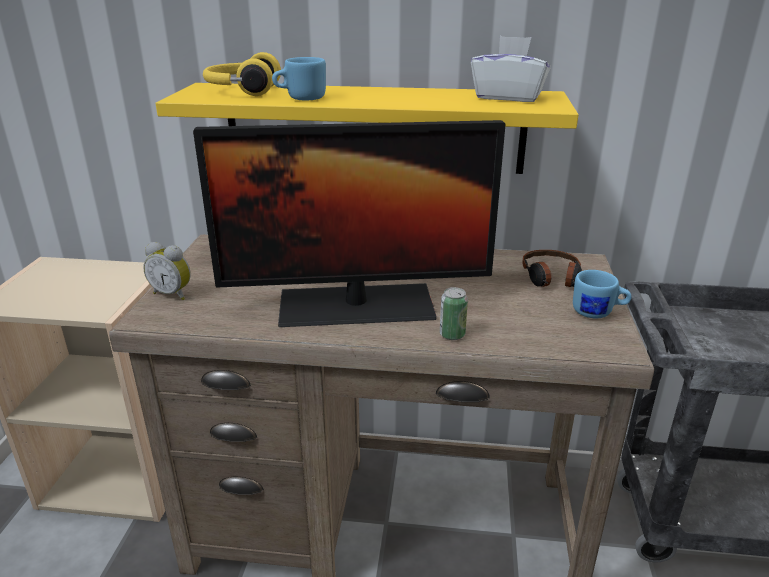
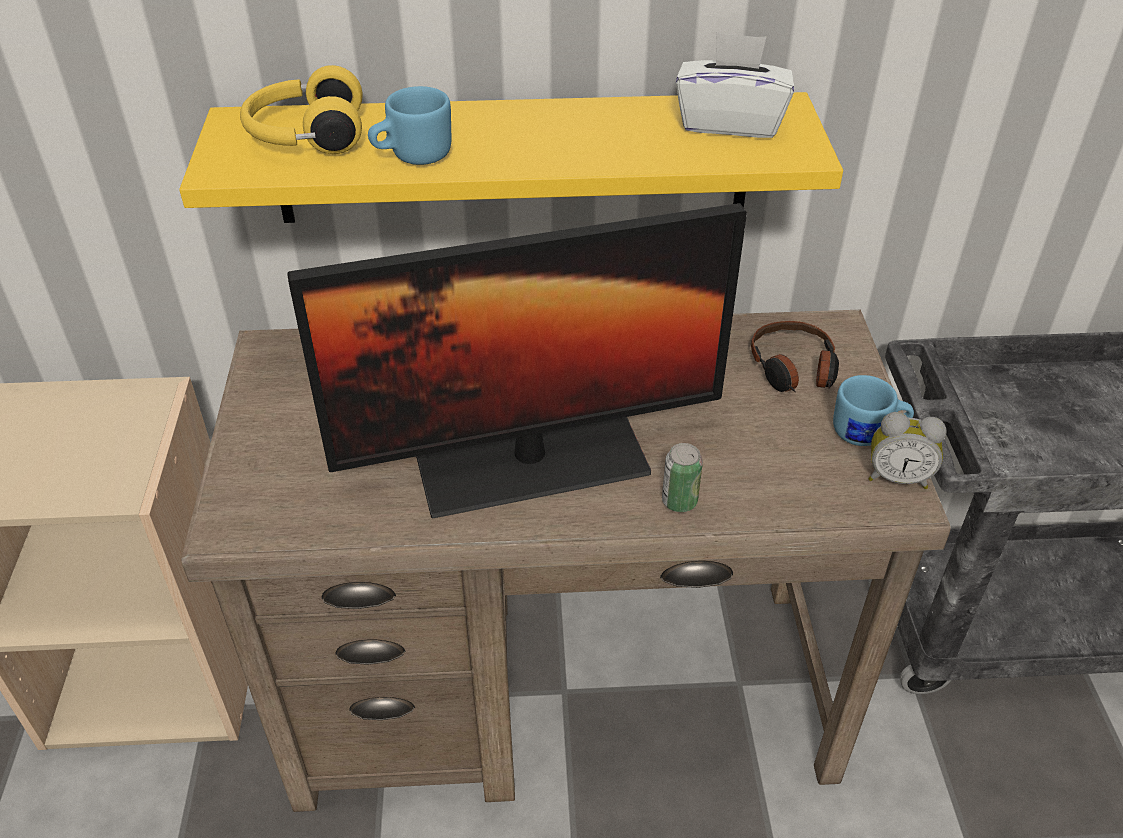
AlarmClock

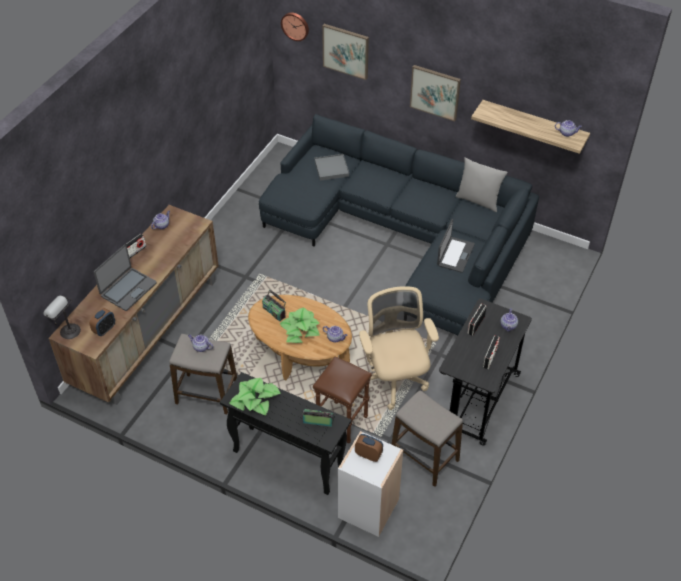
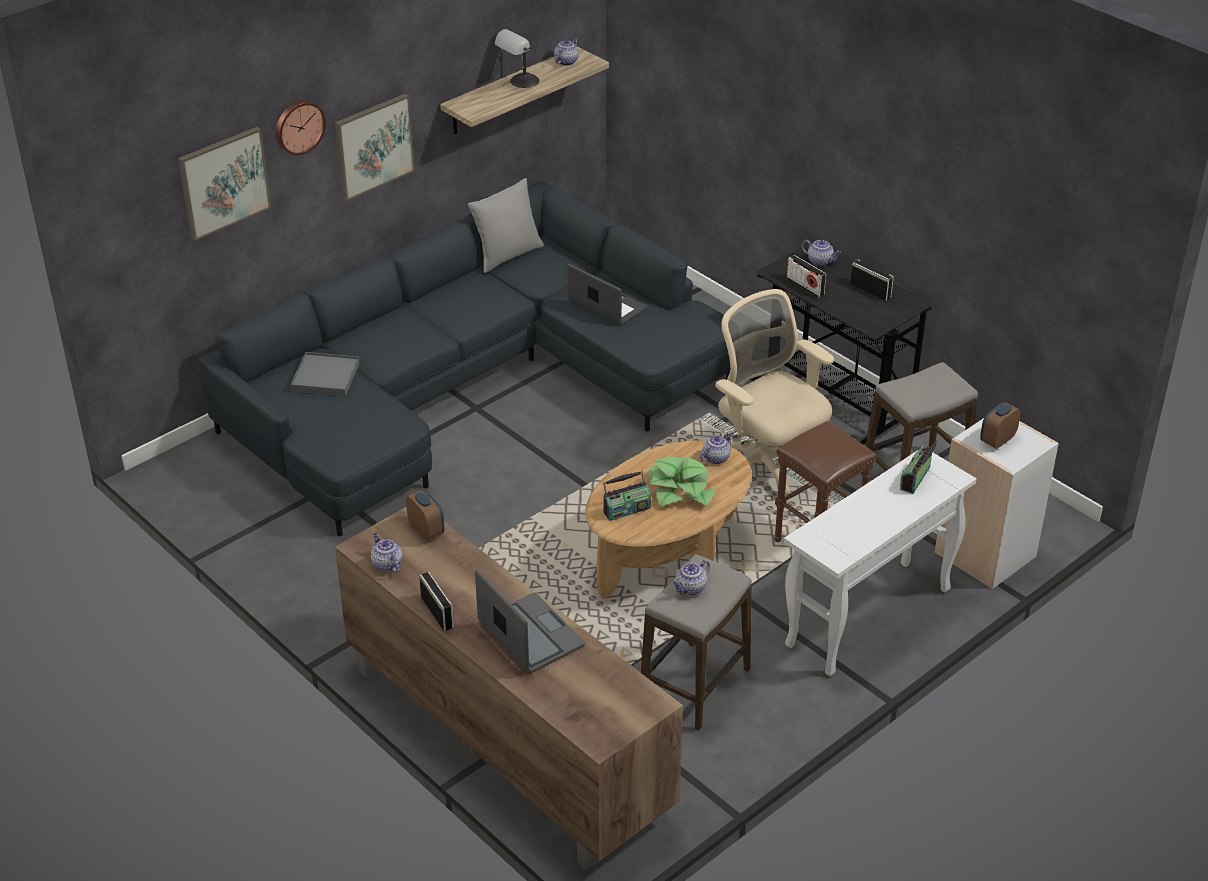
WallClock; BeigeOfficeChair; TableLamp; AlarmClock (1st from left); WhiteConsoleTable; PottedPlant (1st from left in the first image)

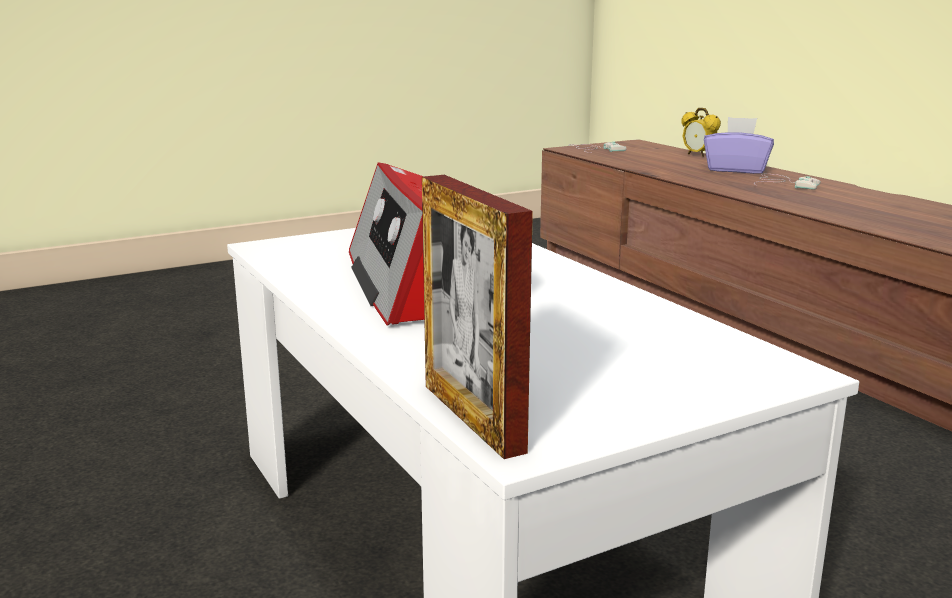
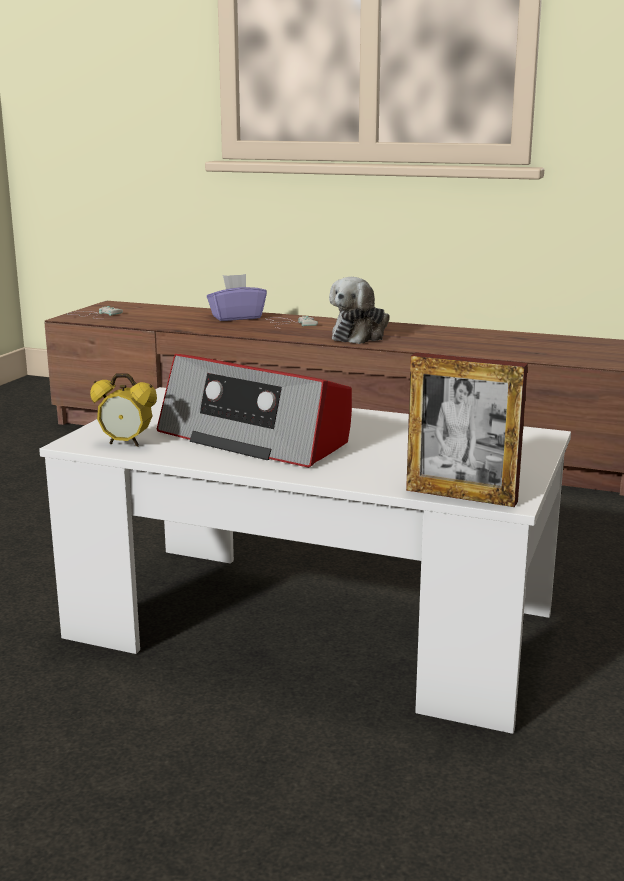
AlarmClock; PlushToy

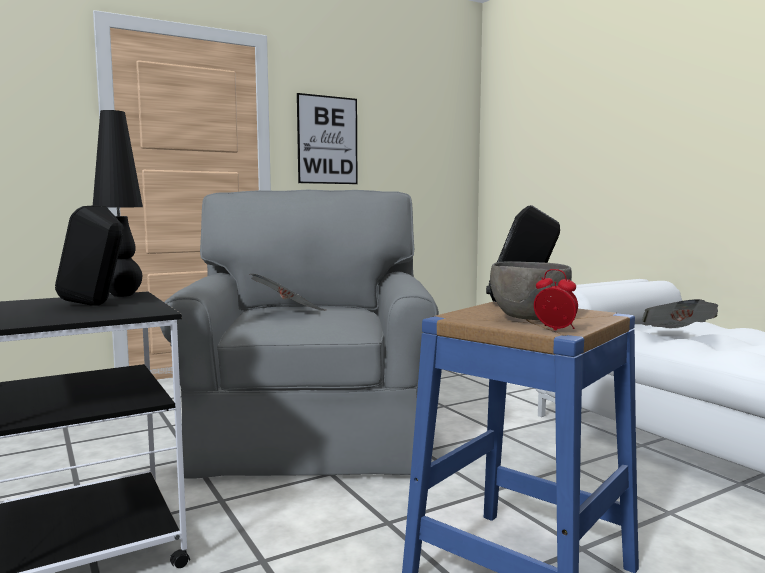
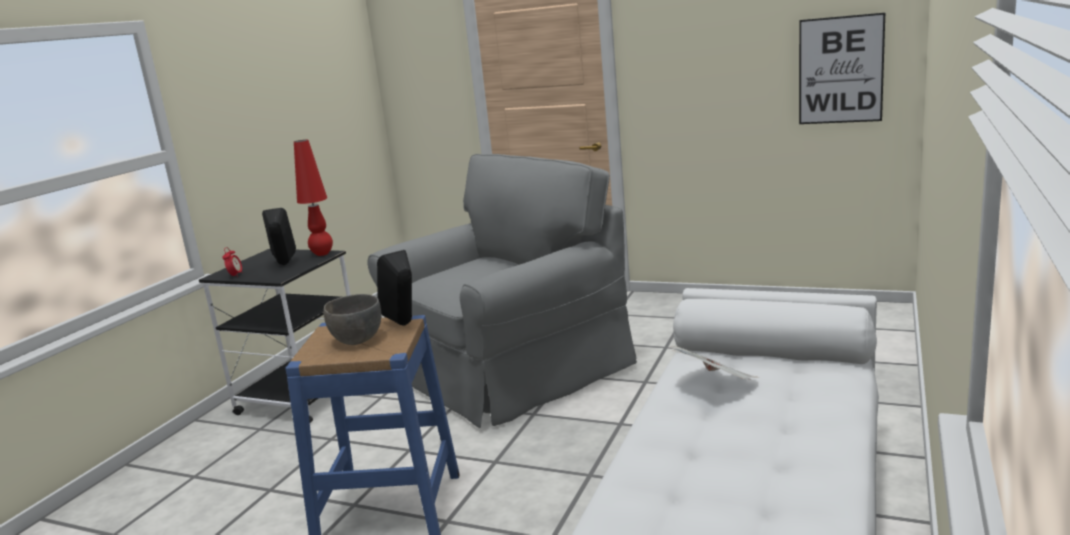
Picture; RedTableLamp; AlarmClock; Newspaper (1st from left in the first image)

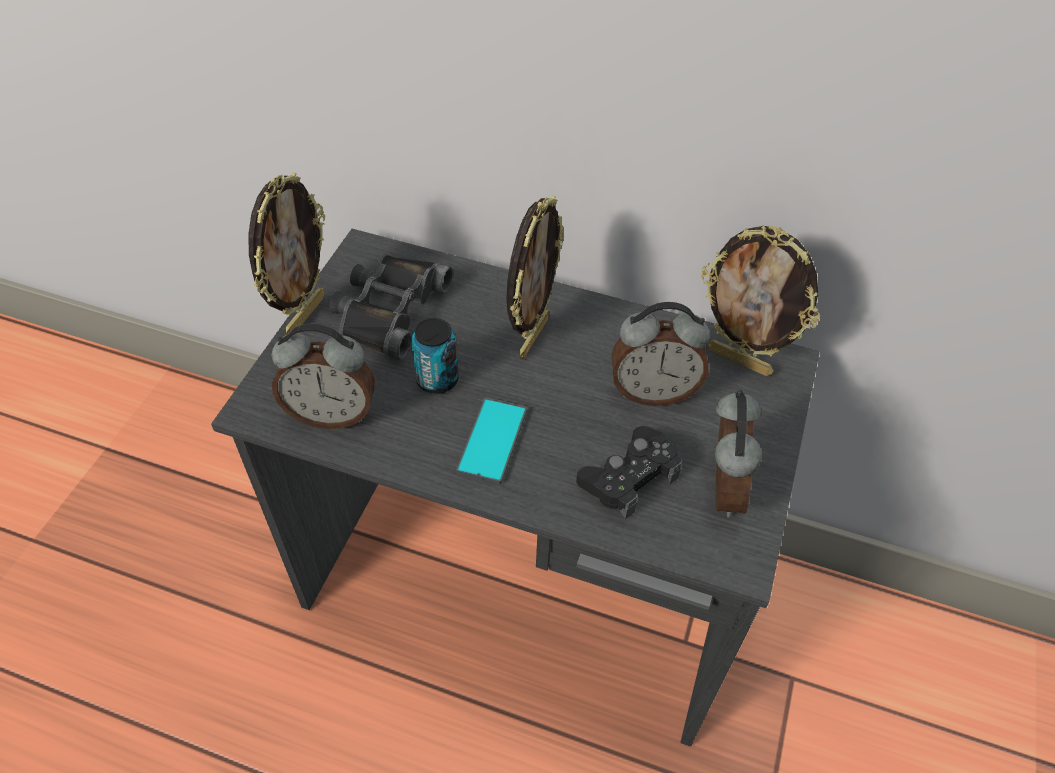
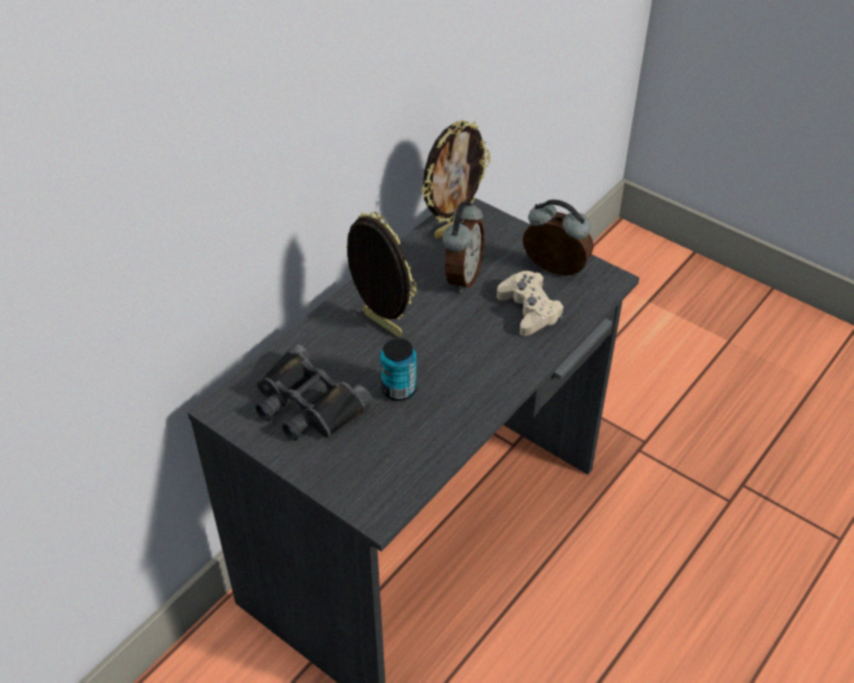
PictureFrame (1st from left in the first image); AlarmClock (1st from left in the first image); Phone; BeigeGameController

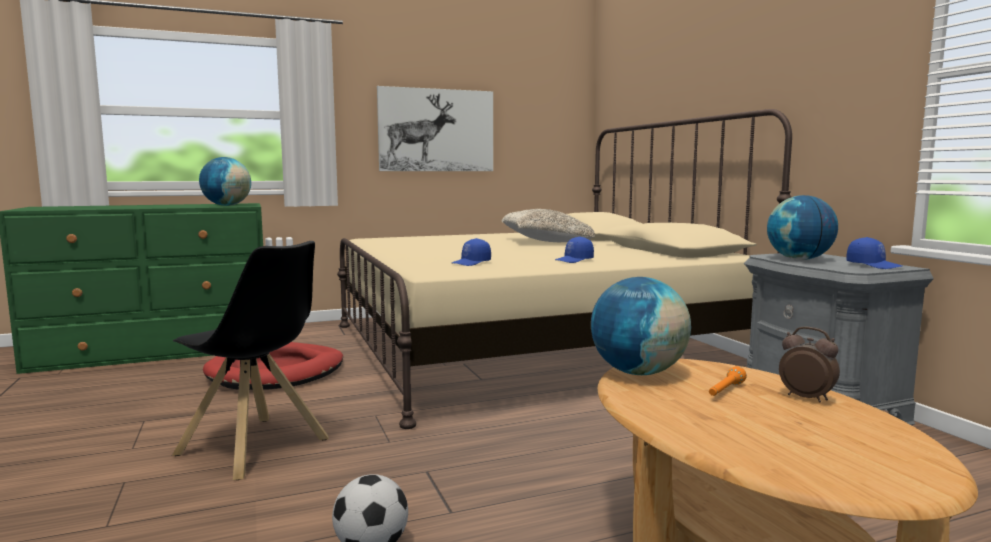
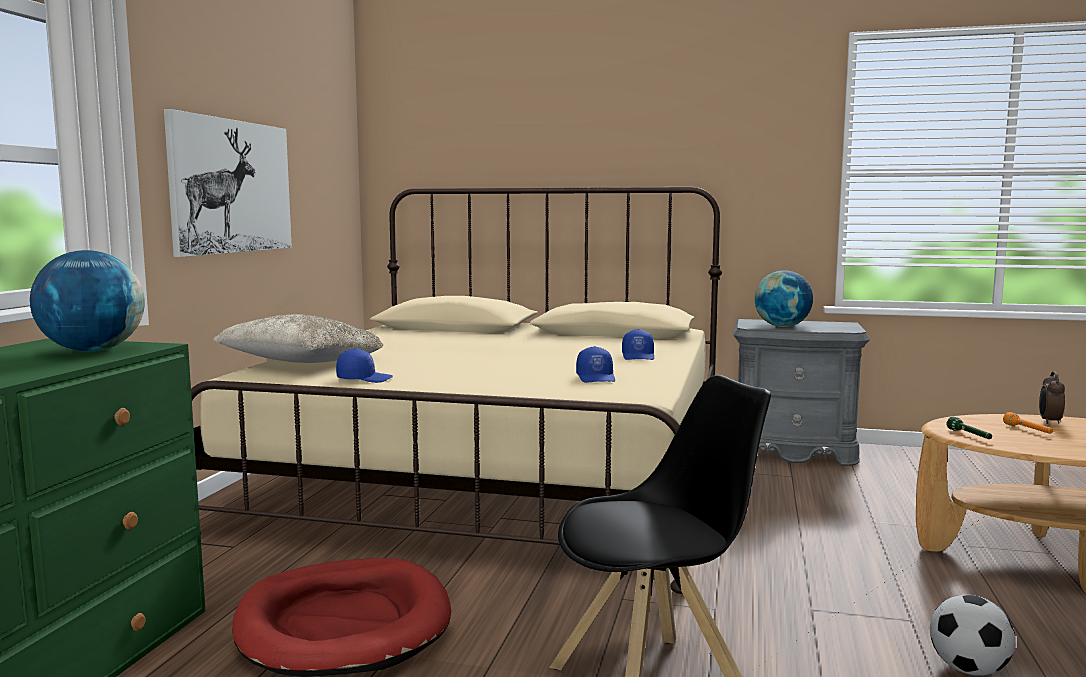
BeigePillow; BlueCap (1st from left); GreenFlashlight; AlarmClock

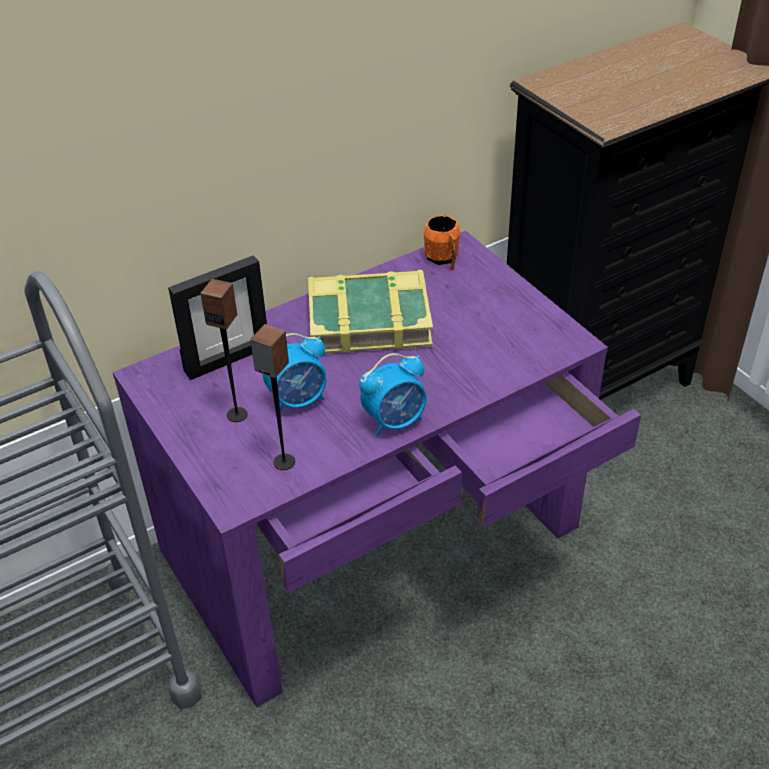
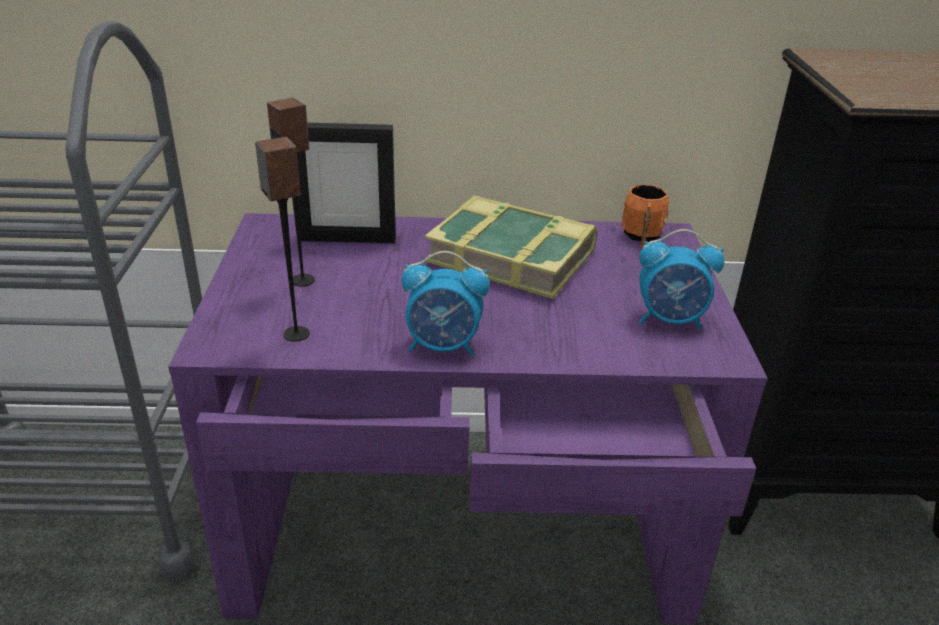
AlarmClock (2nd from left)

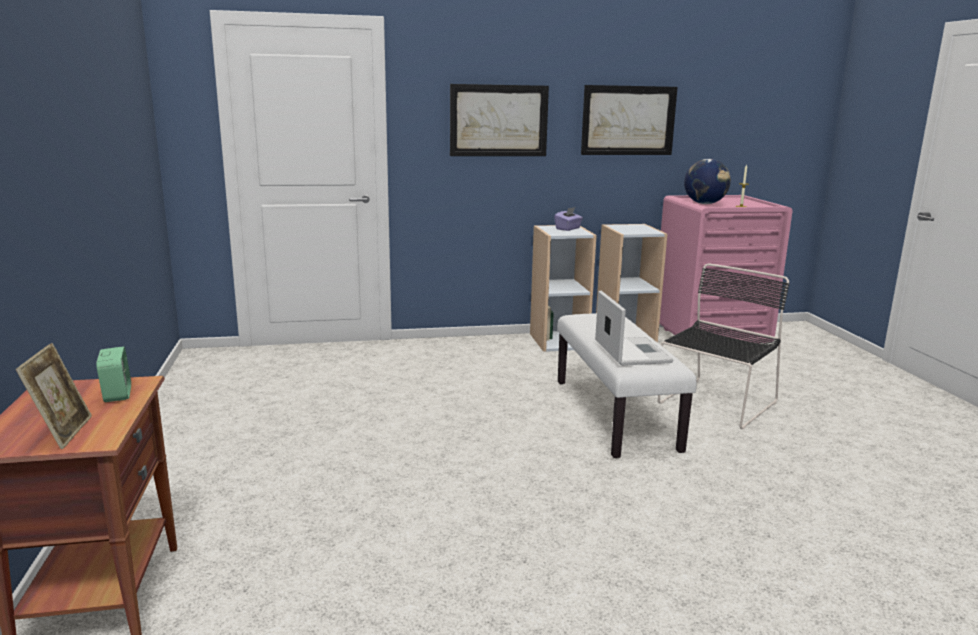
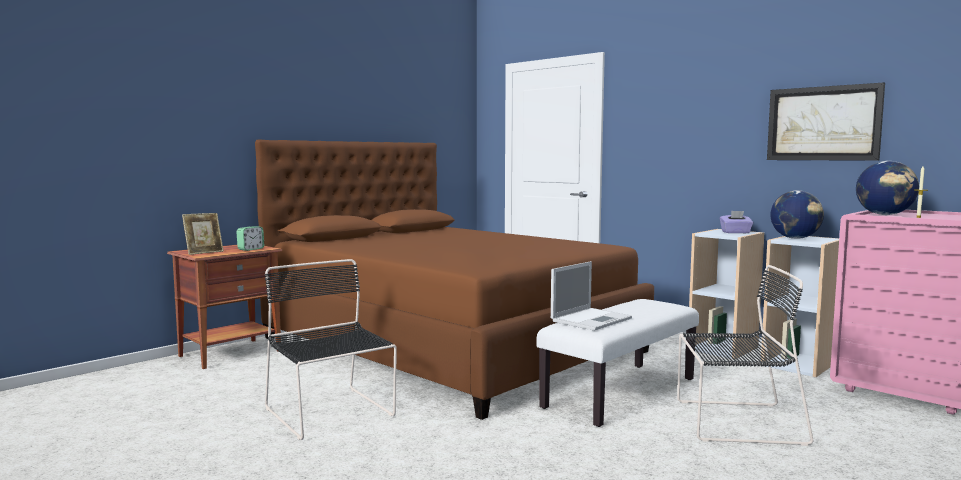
Picture (1st from left in the first image); BrownBed; Globe (1st from left); BlackChair (1st from left)

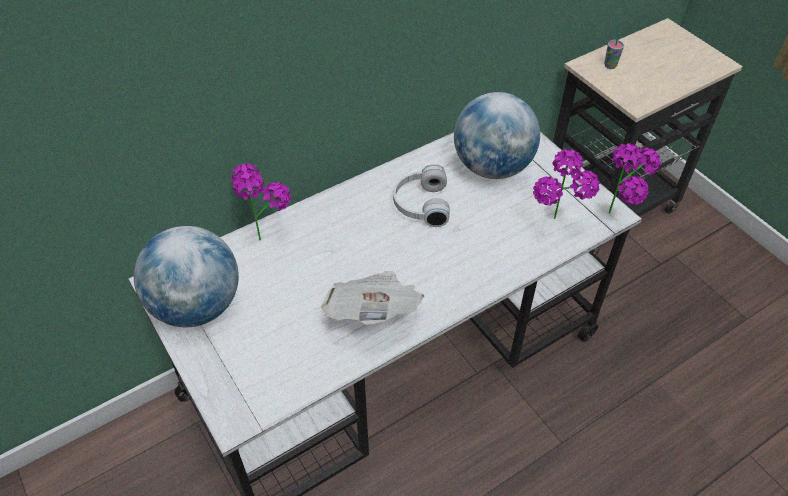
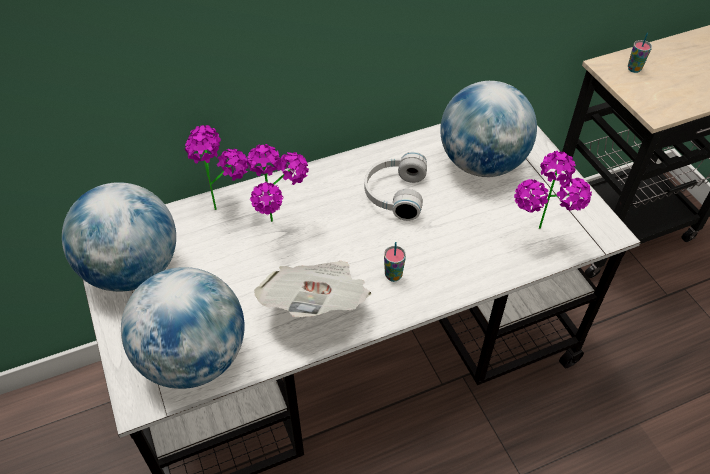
PottedPlant (2nd from left); Cup (1st from left); Globe (2nd from left)

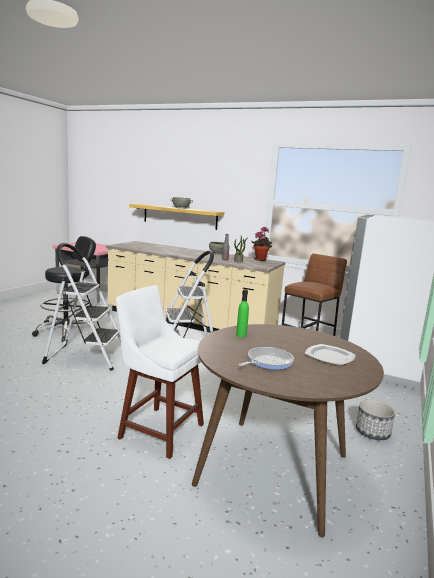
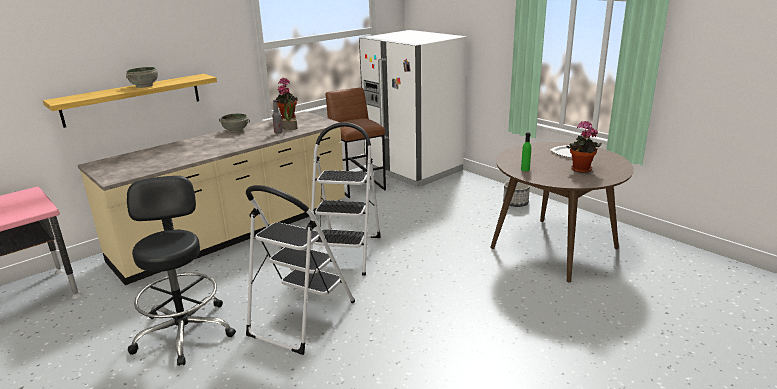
WhiteChair; PottedPlant (3rd from left)

